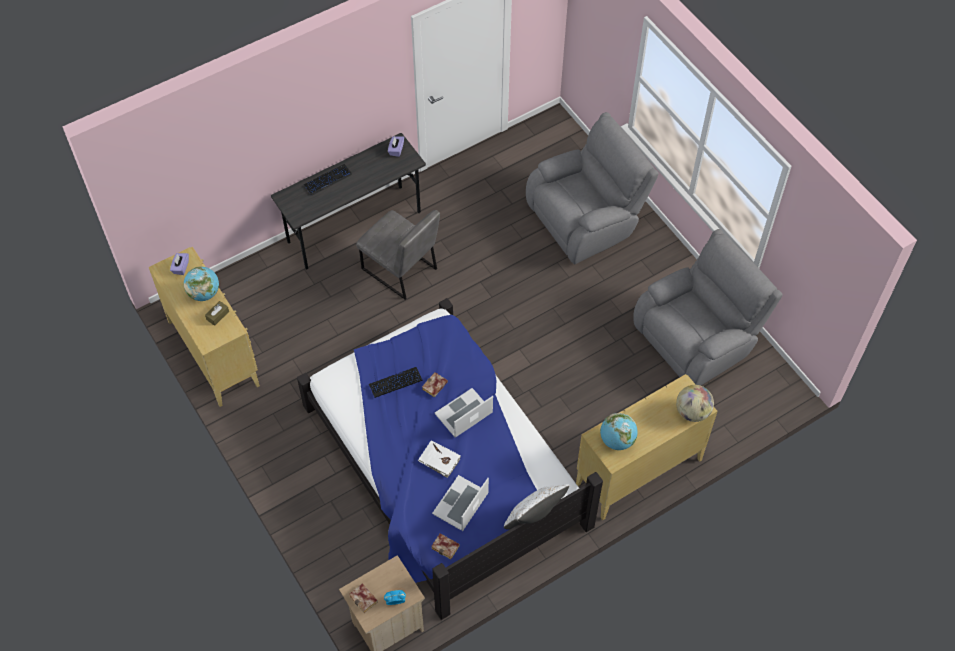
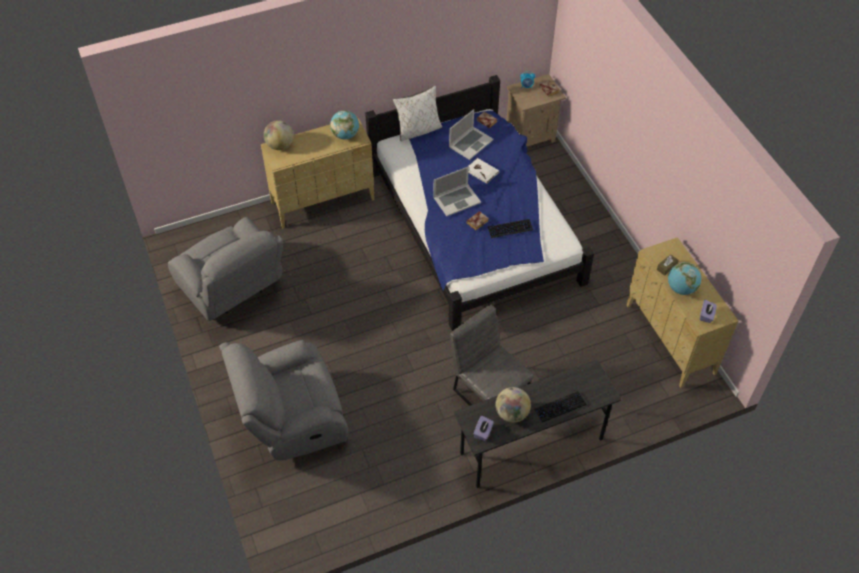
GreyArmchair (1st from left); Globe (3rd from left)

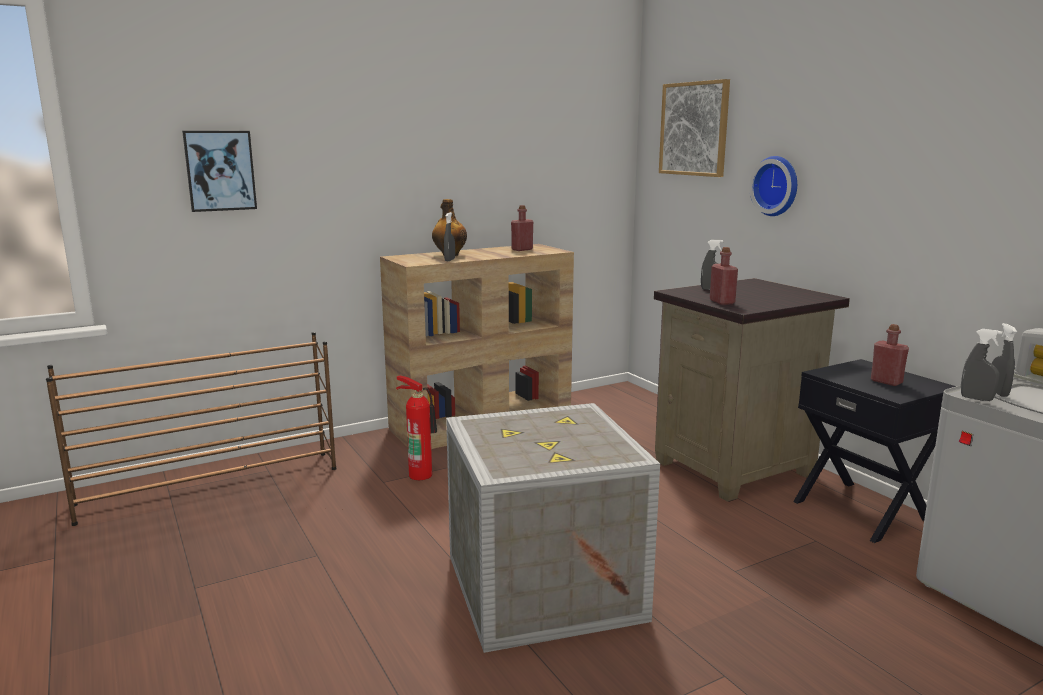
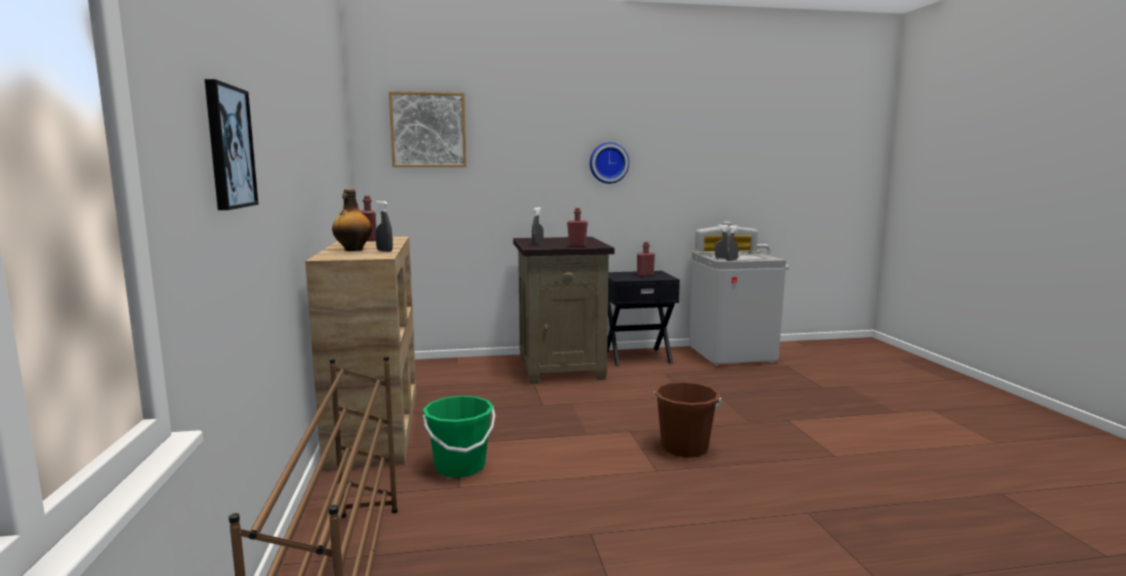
WallClock; GreenBucket; BrownBucket

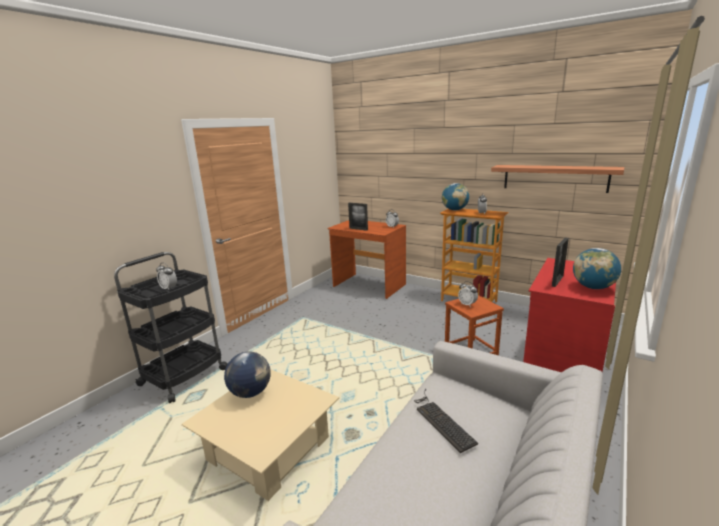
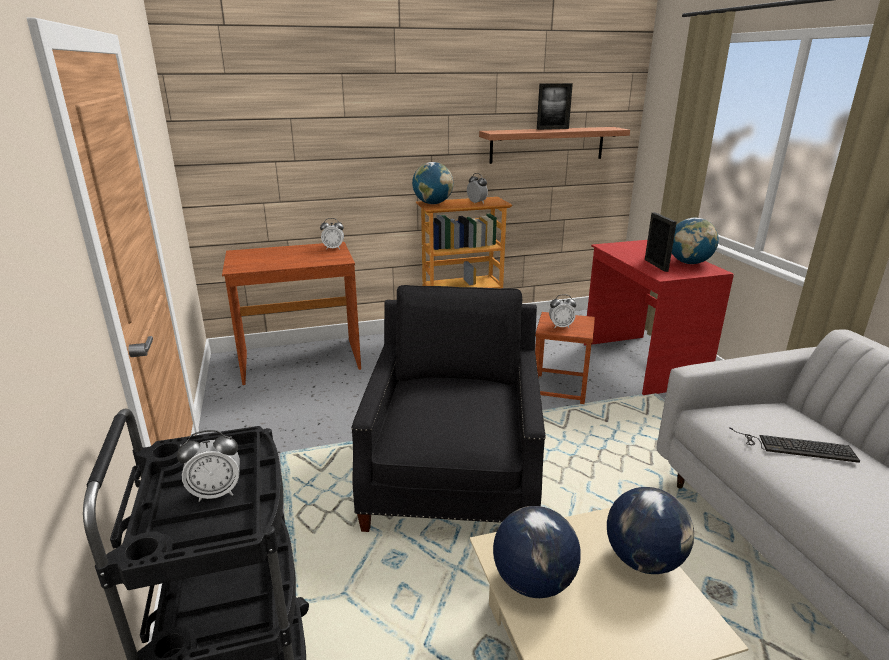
PictureFrame (1st from left); BlackArmchair; Globe (3rd from left)

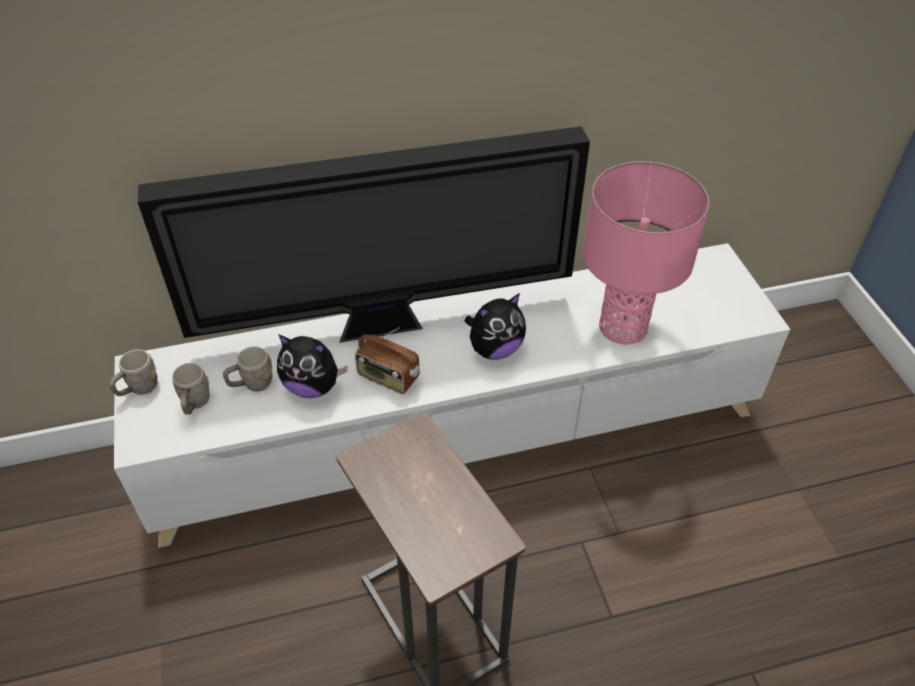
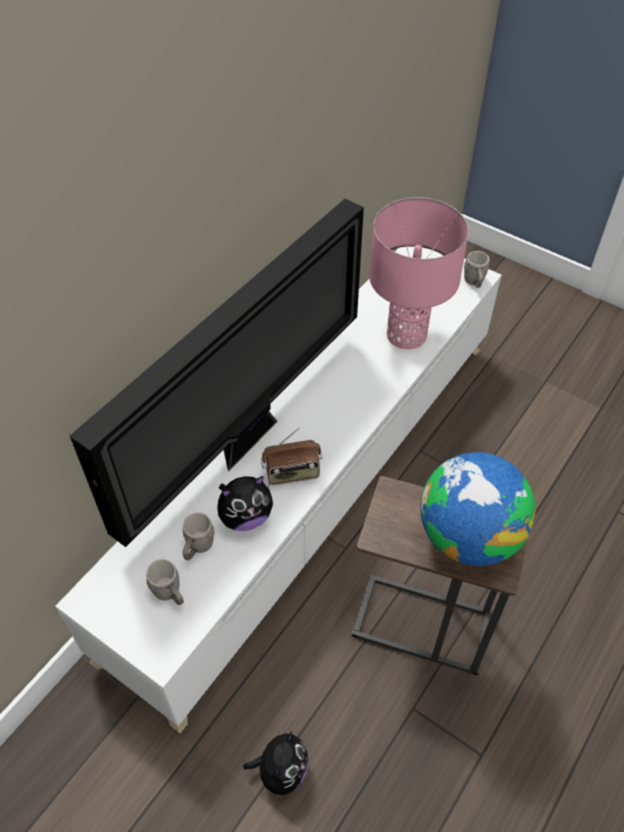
PlushToy (2nd from left); GreyMug (3rd from left); Globe

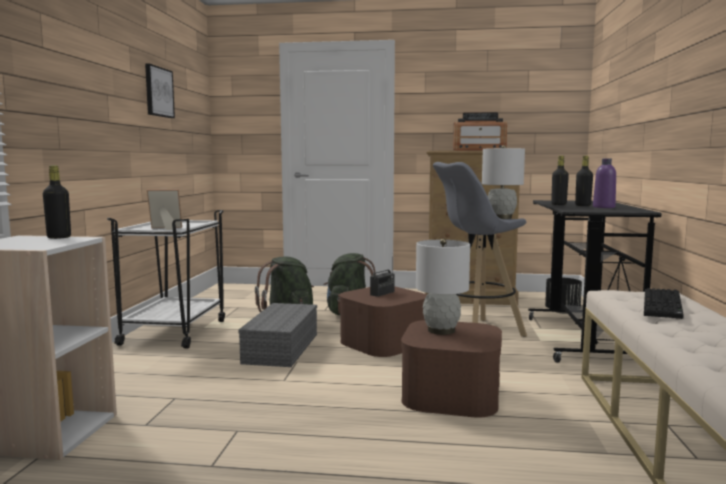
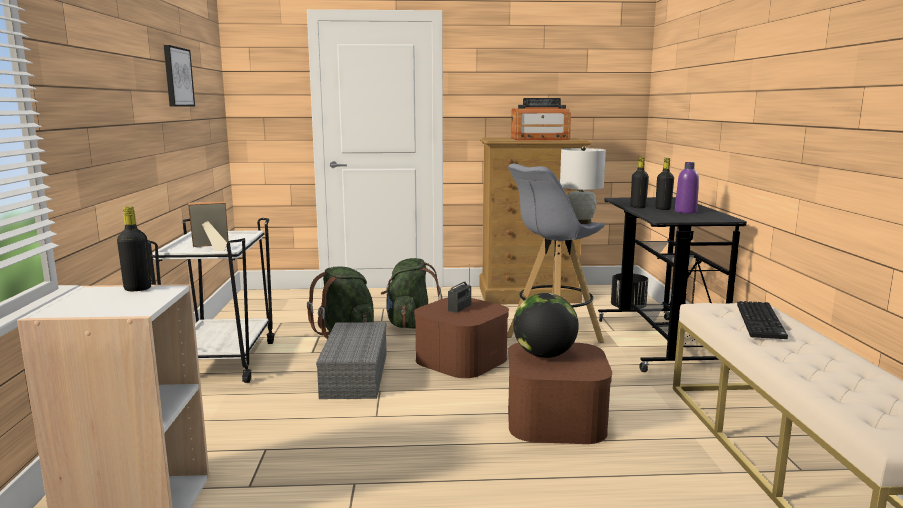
Globe

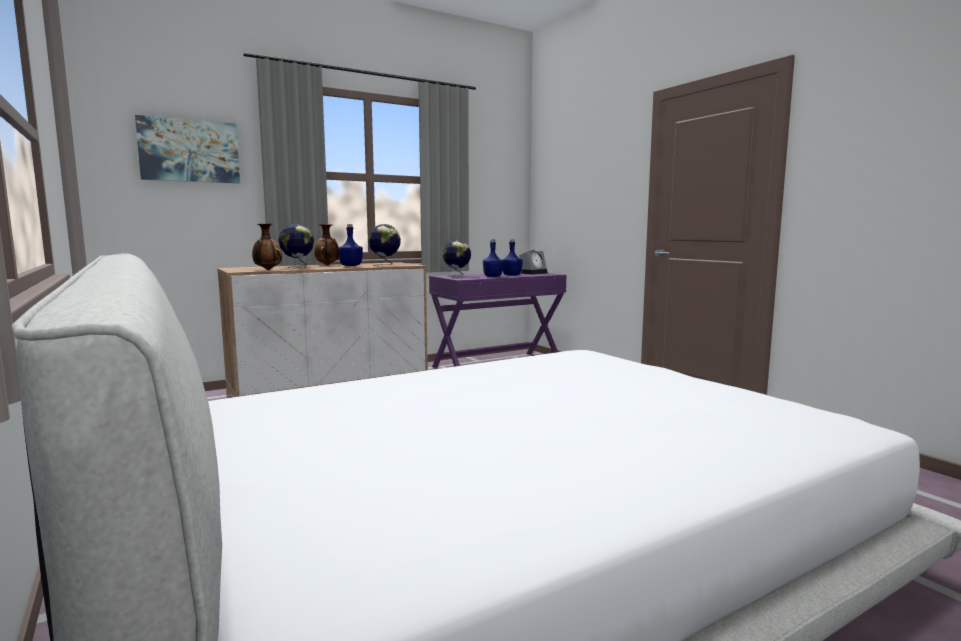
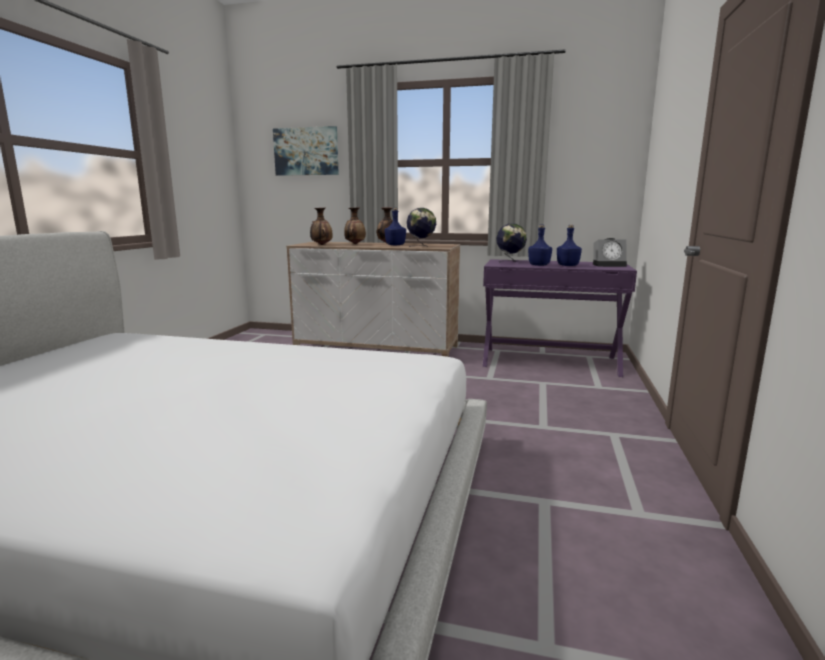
Vase (2nd from left)

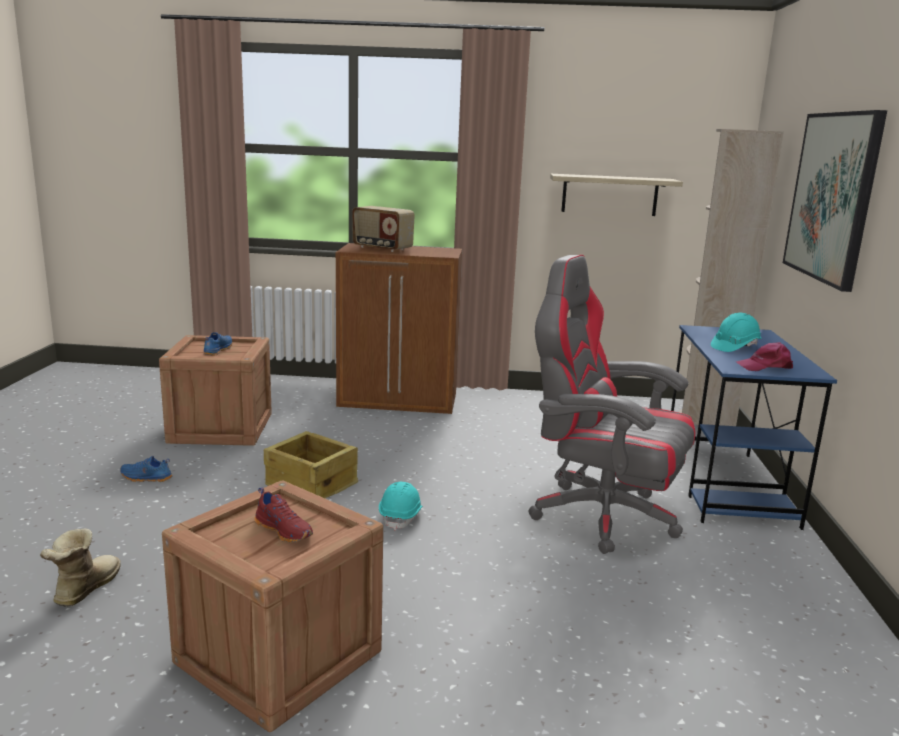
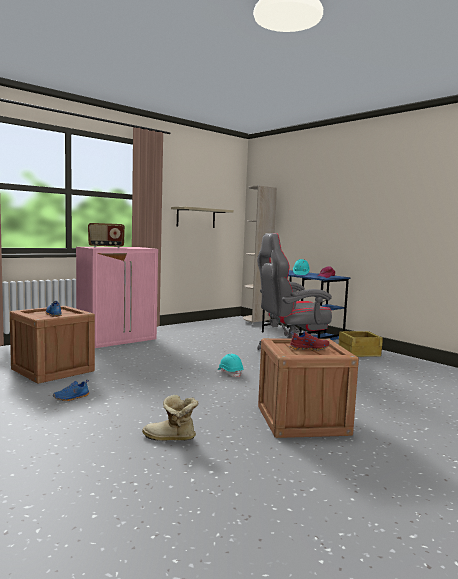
Picture; PinkCabinet; Crate (3rd from left); Boot

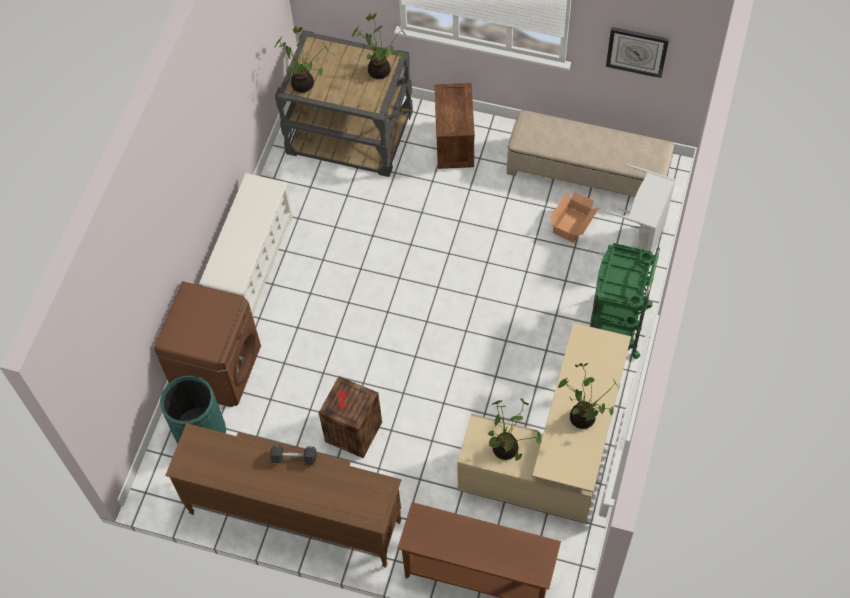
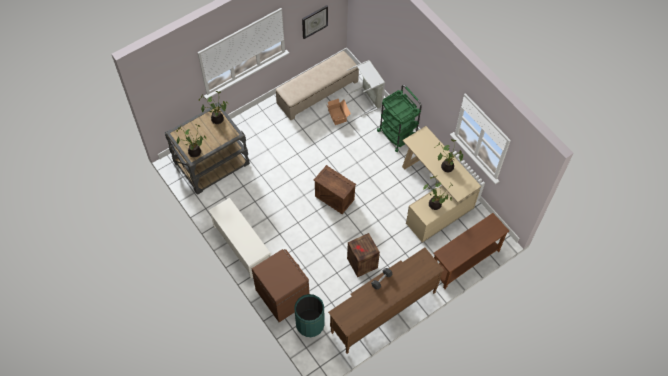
Crate (1st from left)

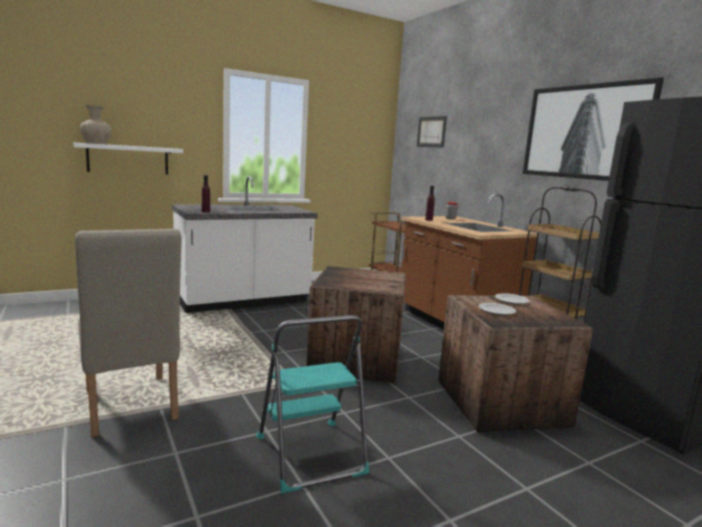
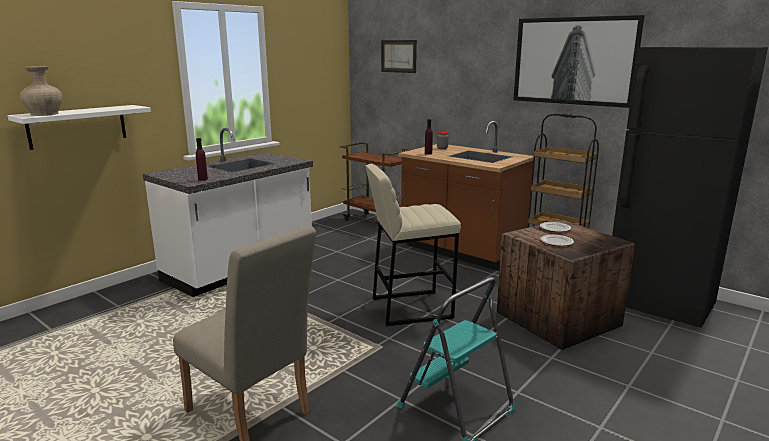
BeigeStool

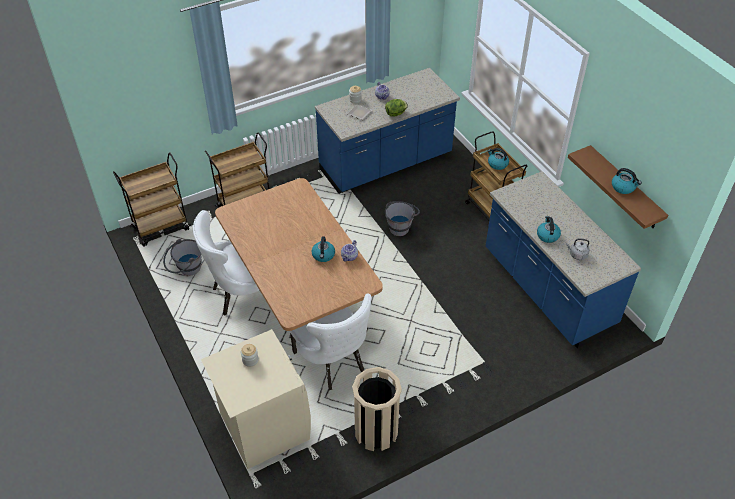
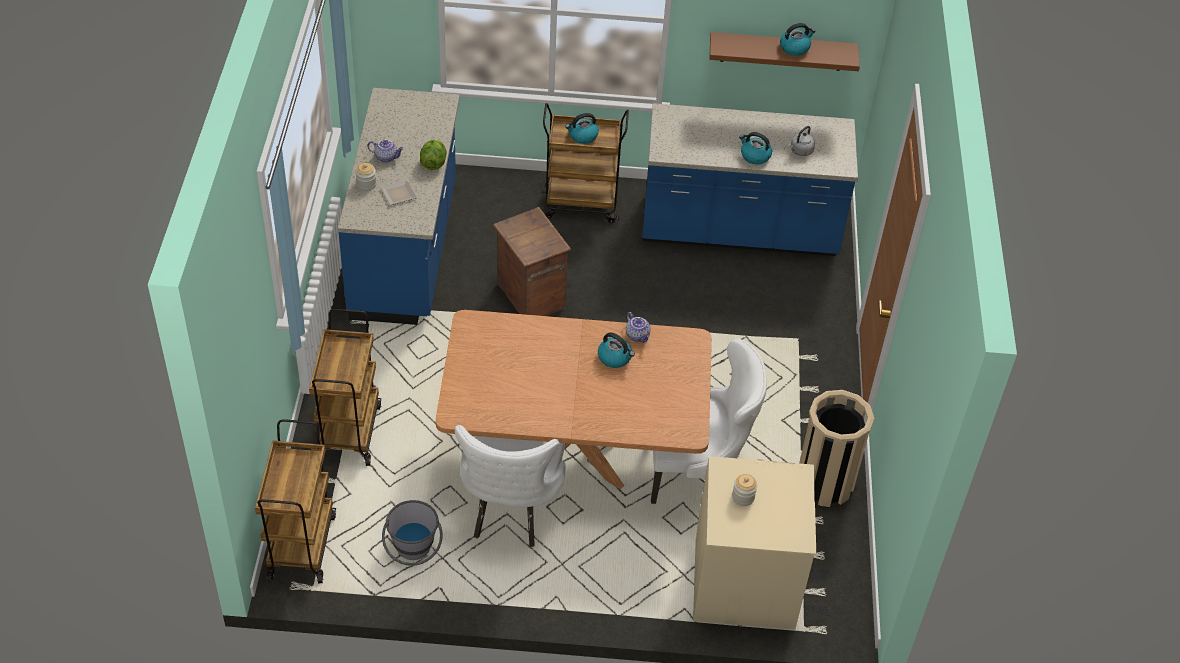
Crate

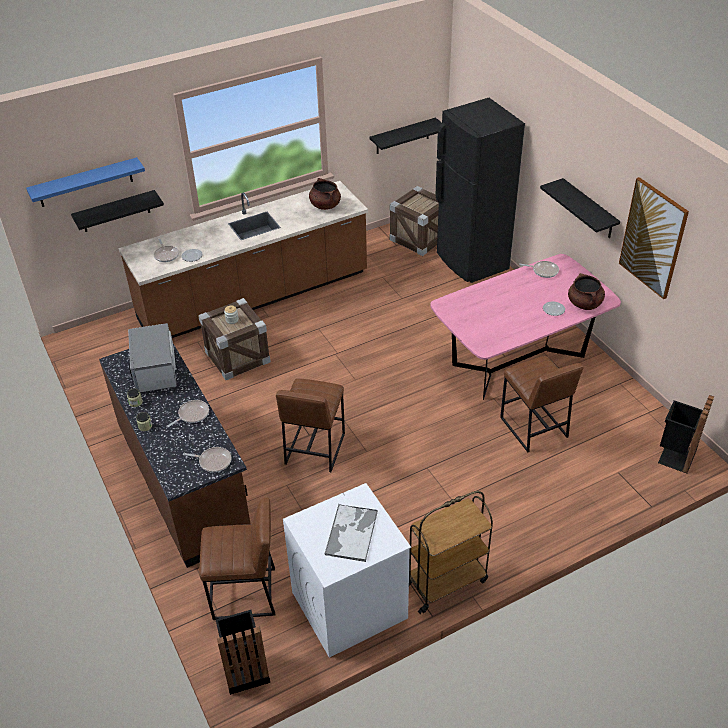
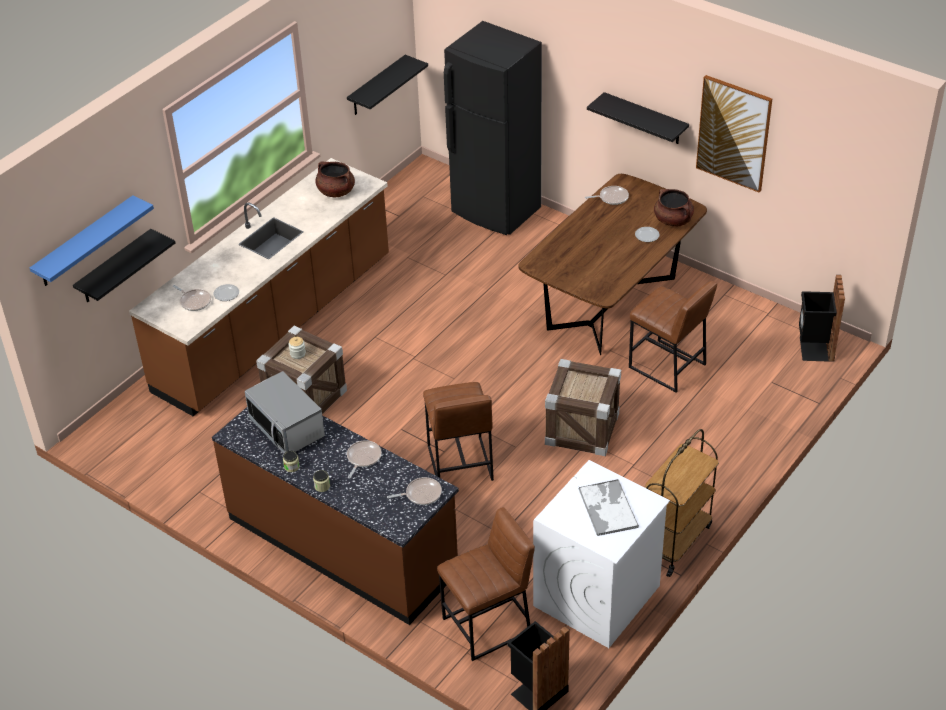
Crate (2nd from left); BrownDiningTable

